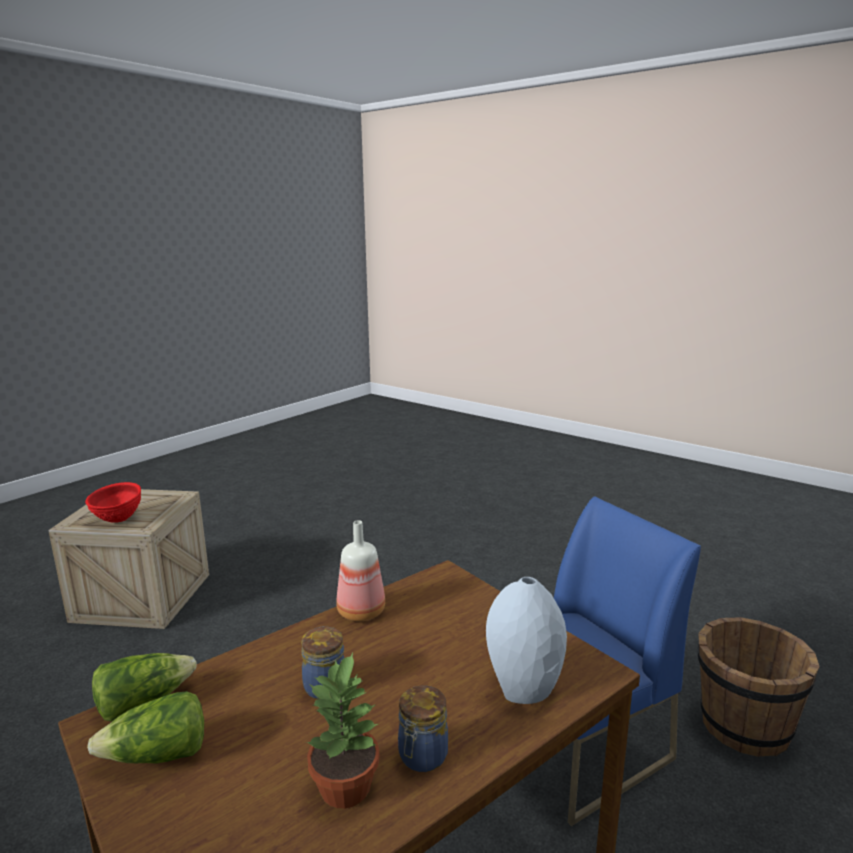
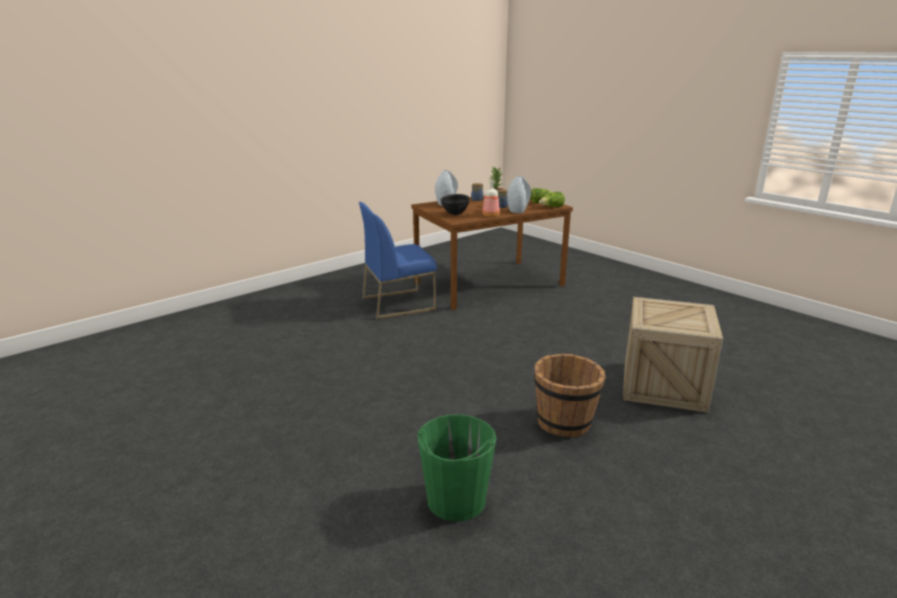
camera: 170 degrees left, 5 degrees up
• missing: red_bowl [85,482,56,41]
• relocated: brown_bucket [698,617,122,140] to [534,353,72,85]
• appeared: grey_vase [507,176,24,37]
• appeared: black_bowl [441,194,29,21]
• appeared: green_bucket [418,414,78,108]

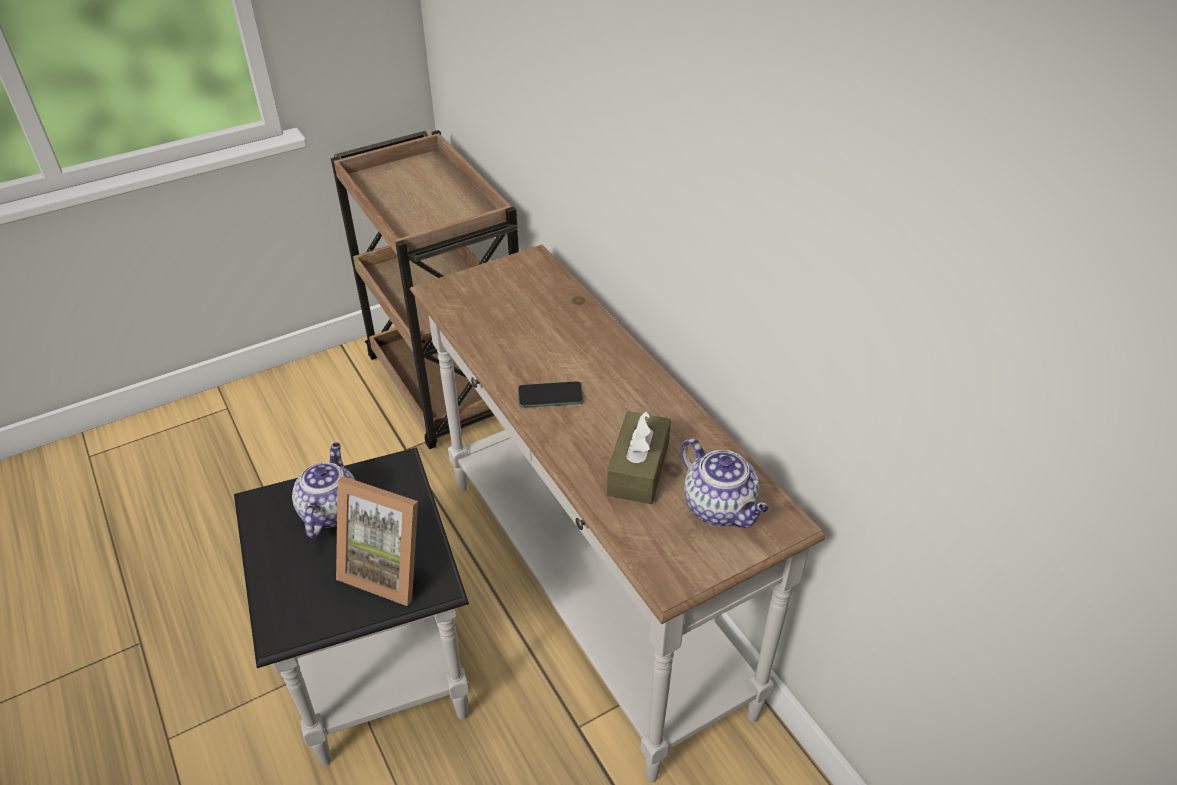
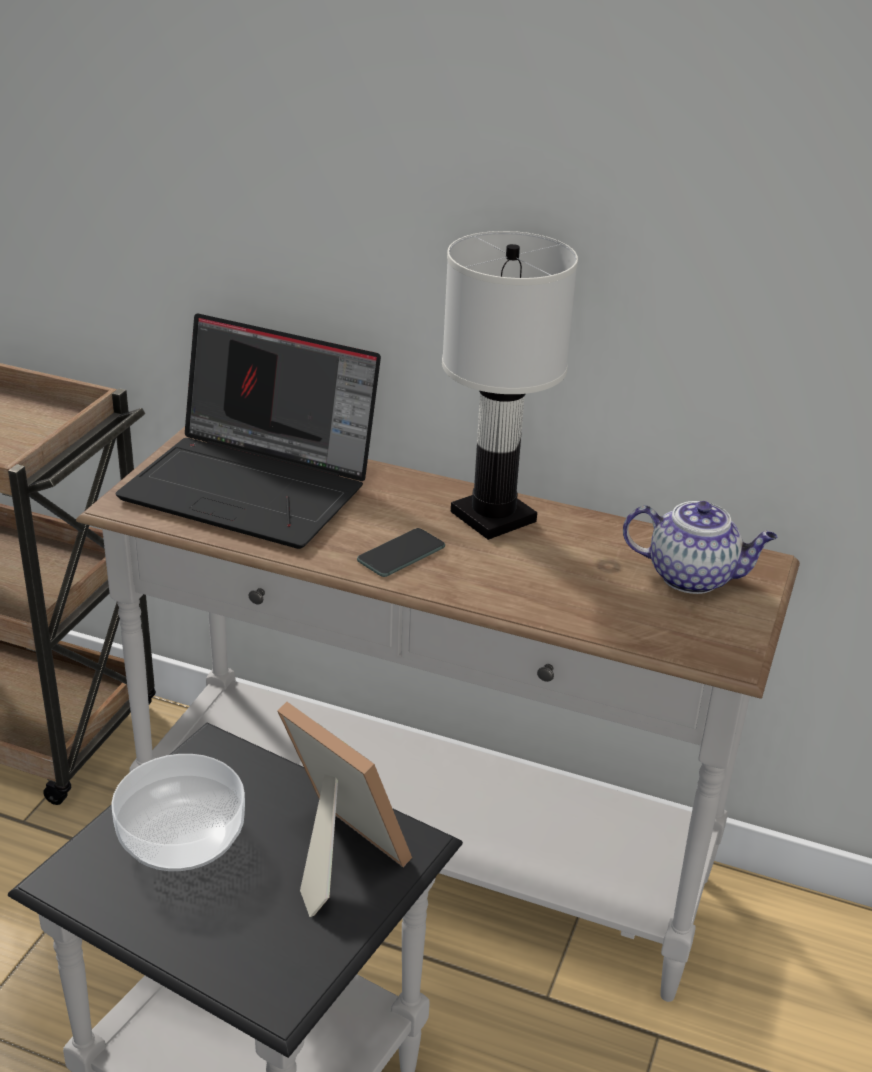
camera: 40 degrees left, 10 degrees down
• missing: brown_tissue_box [607,411,64,93]
• exchanged: teapot [292,442,63,96] to bowl [111,754,134,117]
• spun: picture_frame [336,476,82,130] = [277,702,135,215] 120 degrees counterclockwise
• appeared: white_table_lamp [442,231,136,309]
• appeared: laptop [116,313,265,236]

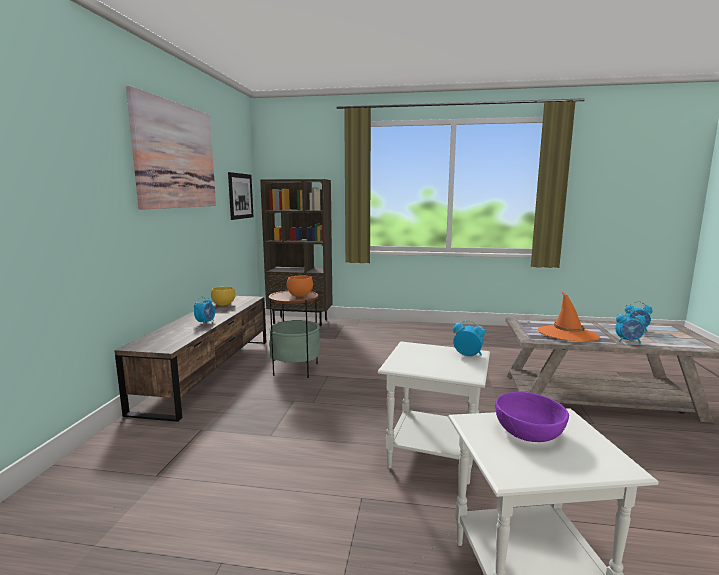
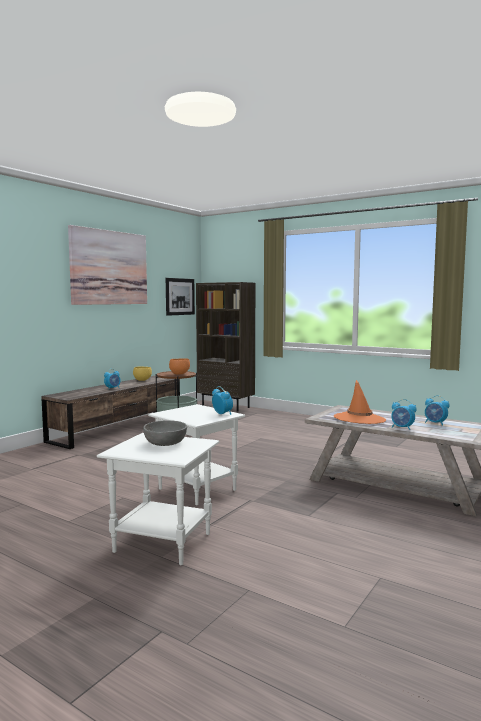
camera: 25 degrees right, 5 degrees down
• colour: purple_bowl [495,392,74,50] to grey_bowl [143,420,44,26]

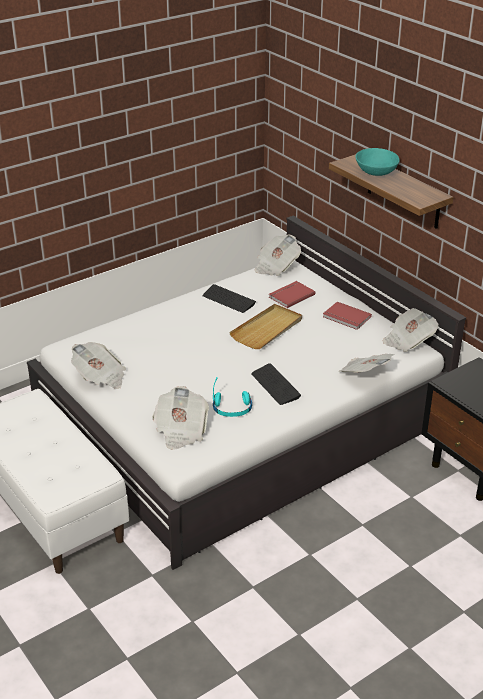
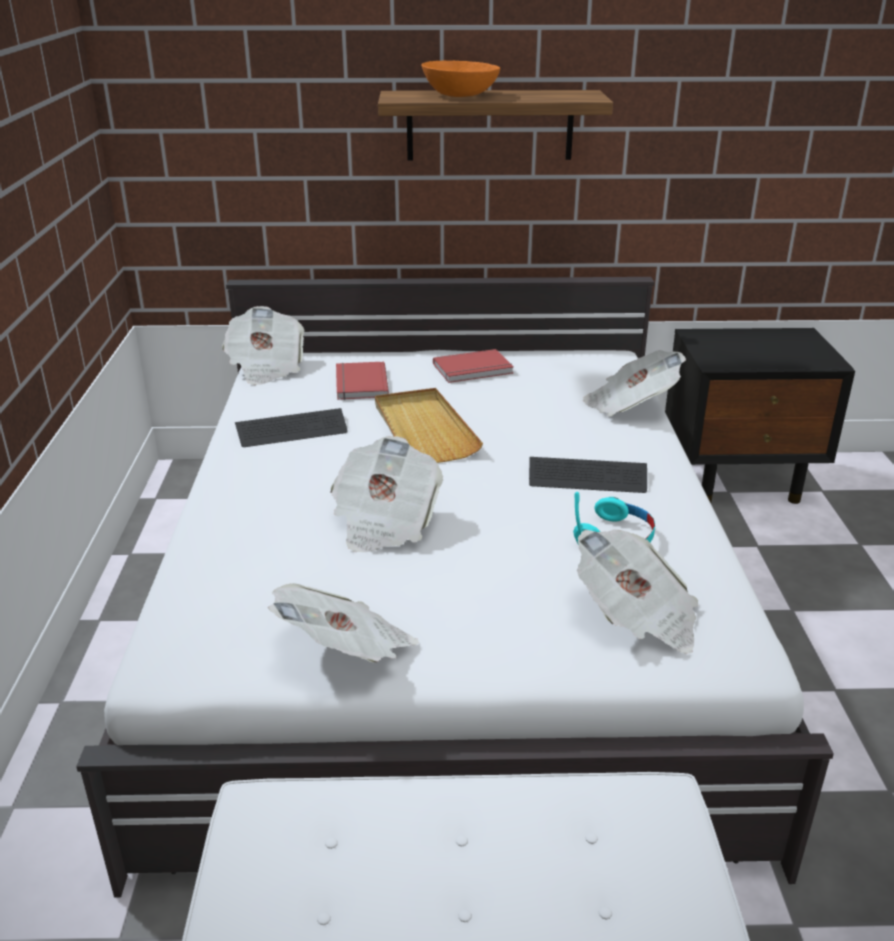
camera: 55 degrees left, 5 degrees down
• colour: turquoise_bowl [355,148,45,28] to orange_bowl [421,61,79,36]
• relocated: newspaper [382,308,56,44] to [331,436,112,116]

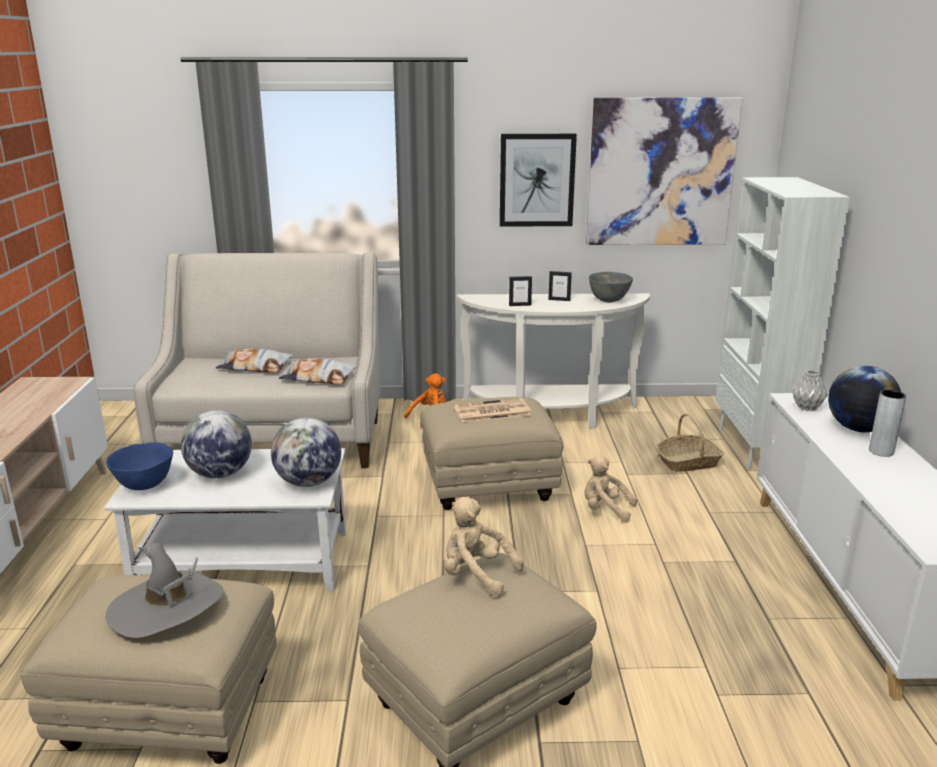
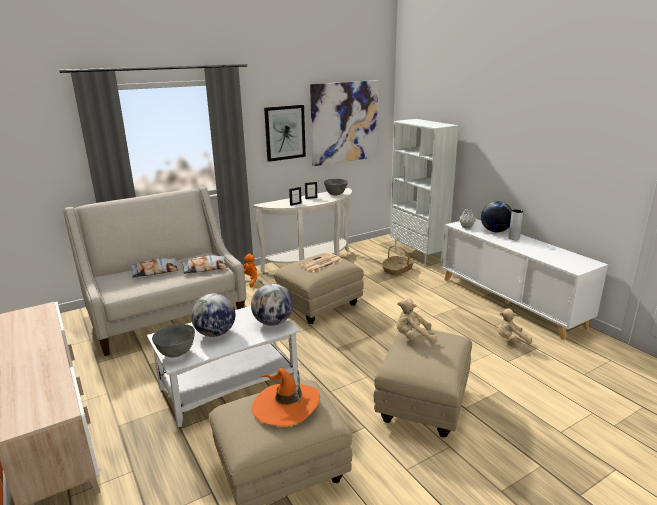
camera: 30 degrees left, 0 degrees up
• colour: blue_bowl [106,443,67,47] to grey_bowl [152,324,43,33]
• relocated: beige_plush_toy [584,456,53,66] to [498,308,34,36]
• colour: grey_hat [106,543,118,95] to orange_hat [252,368,68,58]

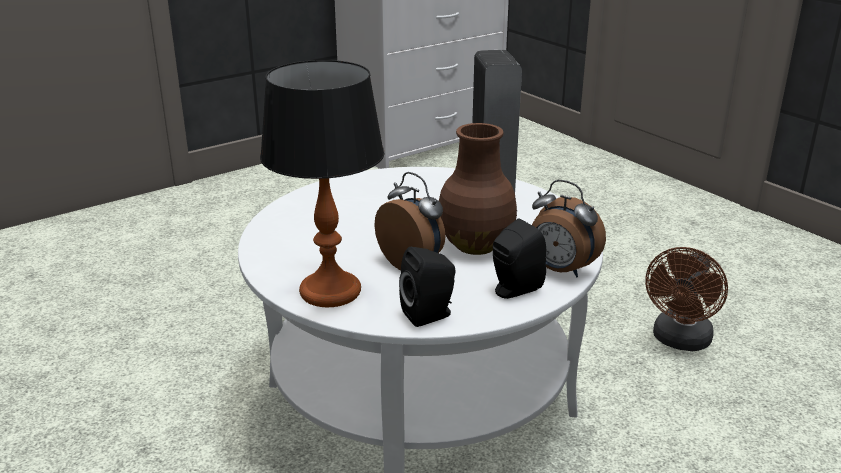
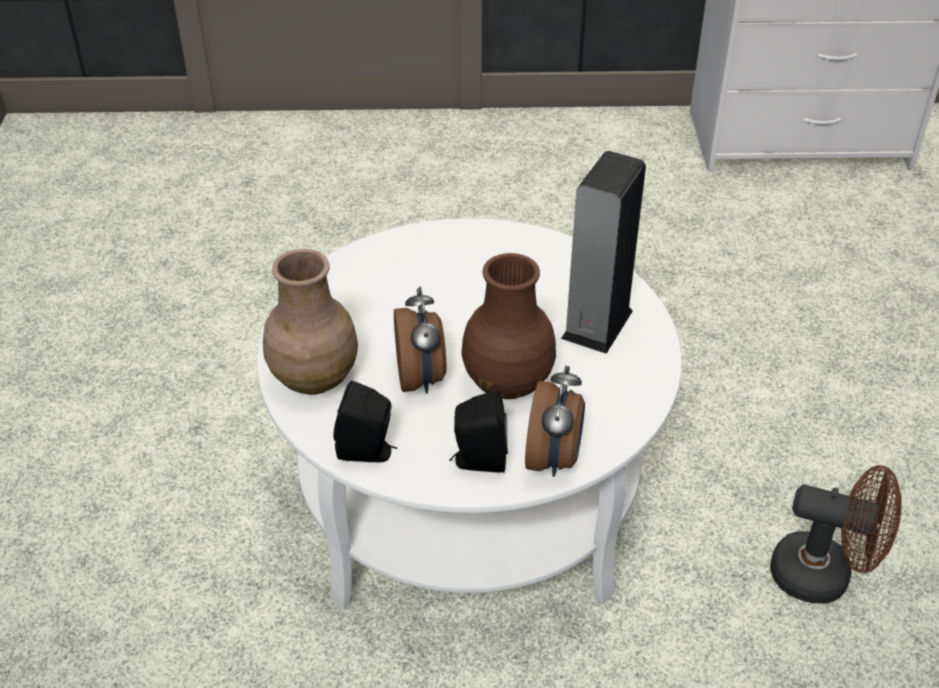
camera: 35 degrees right, 15 degrees up
• exchanged: table_lamp [260,60,125,247] to brown_vase [263,249,95,146]
• spun: alarm_clock [532,180,74,97] = [525,365,60,112] 150 degrees counterclockwise
• spun: brown_fan [645,247,83,104] = [770,465,132,138] 135 degrees counterclockwise

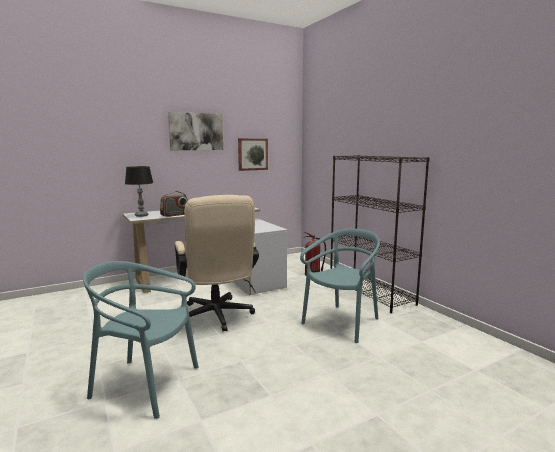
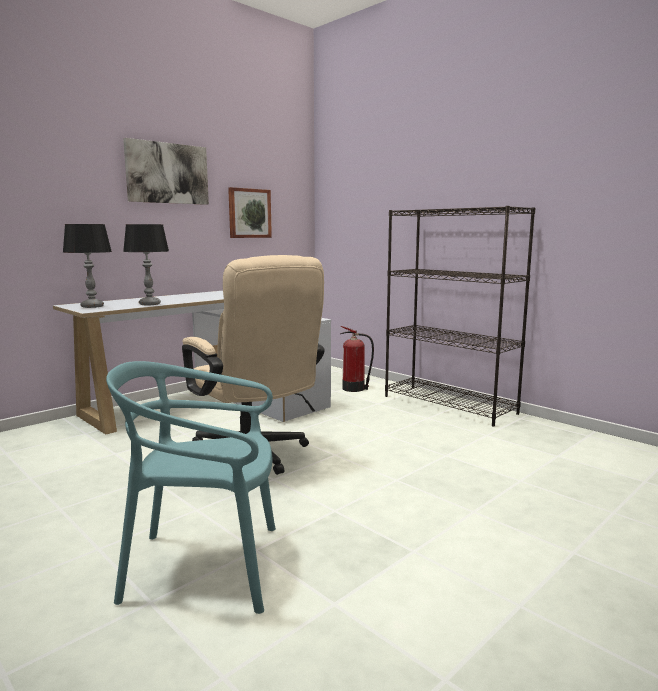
camera: 15 degrees left, 0 degrees up
• exchanged: radio [160,191,28,26] to table_lamp [123,224,46,81]
• missing: turquoise_chair [300,228,80,115]

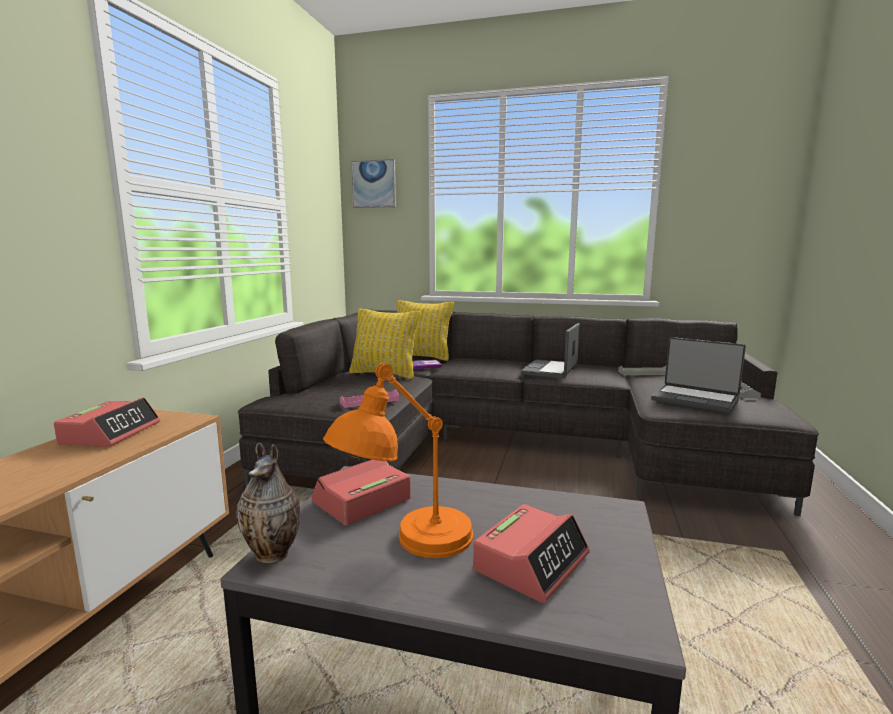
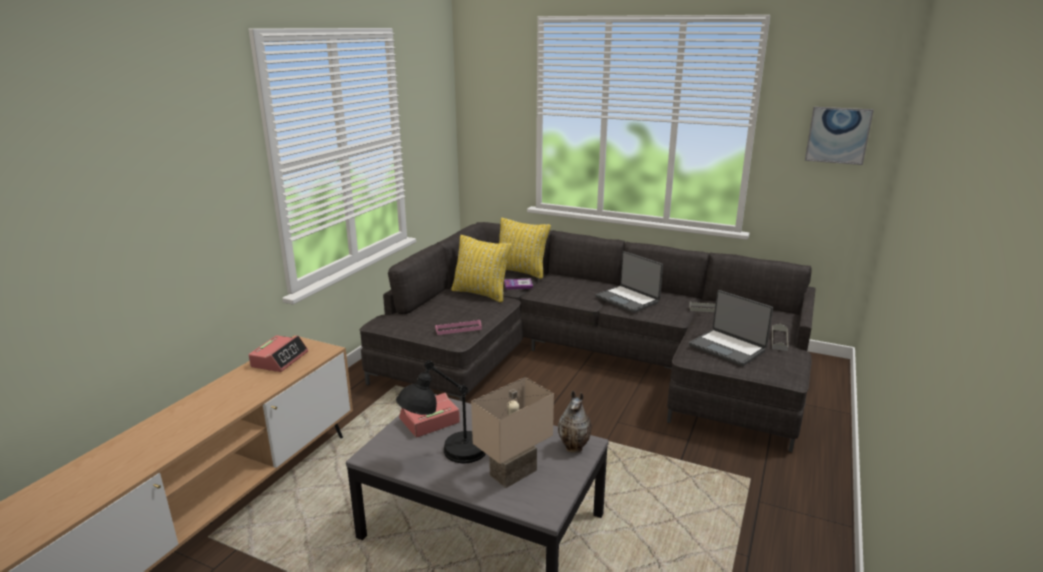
camera: 10 degrees right, 10 degrees up
• relocated: picture [352,159,44,49] to [805,107,69,58]
• spun: laptop [521,323,59,56] = [596,251,67,62] 75 degrees counterclockwise
• colour: orange_table_lamp [323,363,150,195] to black_table_lamp [396,360,90,103]
• relocated: vase [236,442,64,121] to [558,391,34,62]
• exchanged: alarm_clock [473,504,117,99] to beige_table_lamp [471,377,83,111]

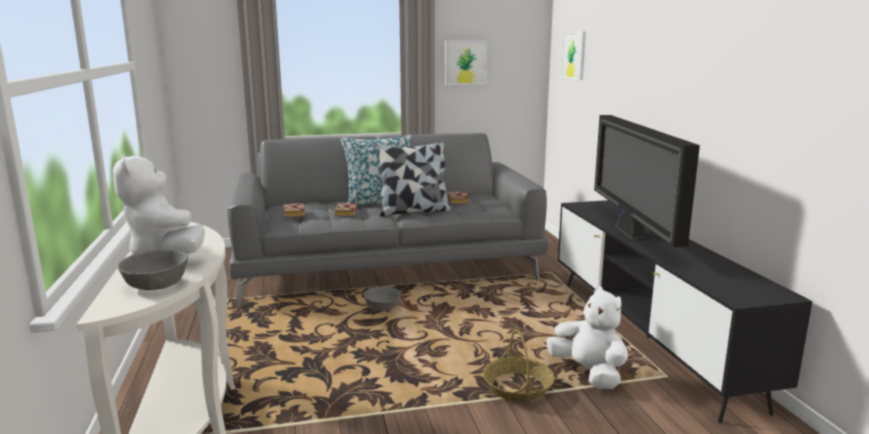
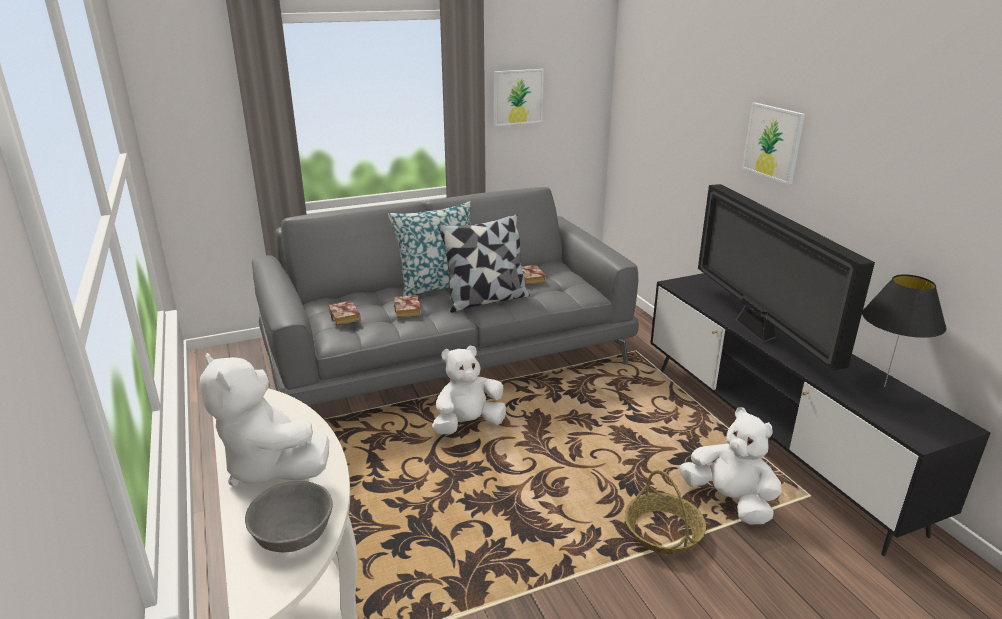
camera: 10 degrees left, 10 degrees up
• relocated: picture [561,32,25,48] to [742,103,63,82]
• exchanged: grey_bowl [364,287,37,24] to white_plush_toy [432,345,75,89]
• appeared: black_table_lamp [862,274,85,113]

